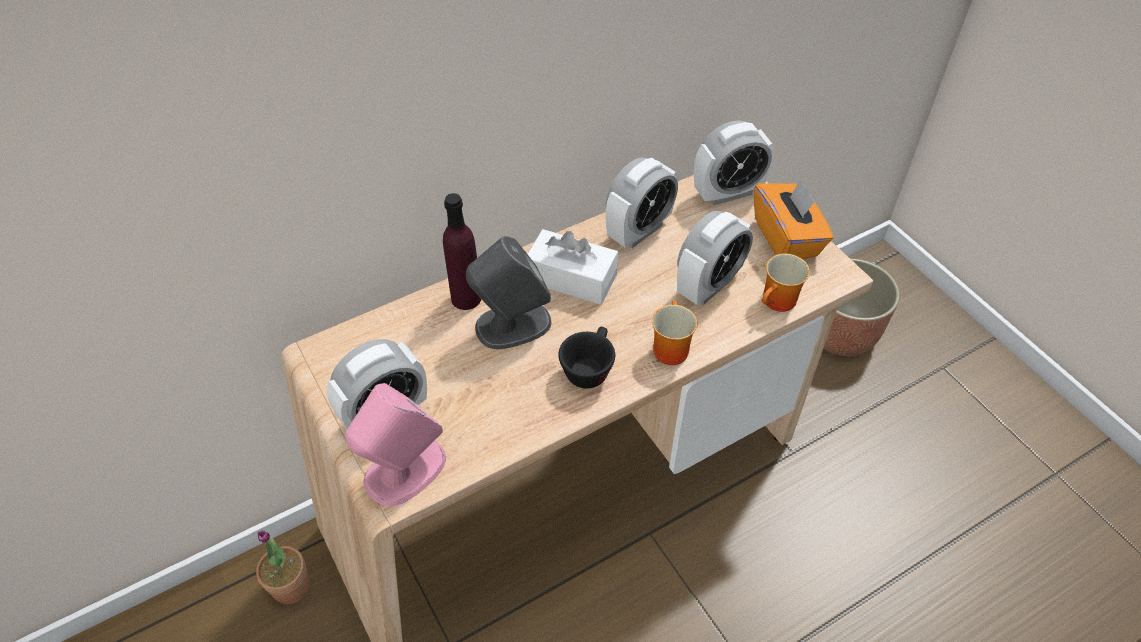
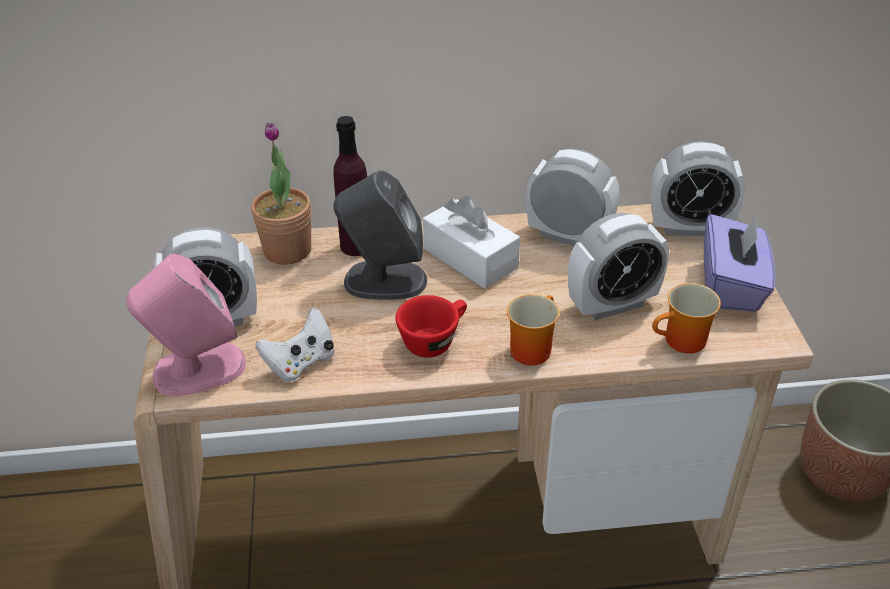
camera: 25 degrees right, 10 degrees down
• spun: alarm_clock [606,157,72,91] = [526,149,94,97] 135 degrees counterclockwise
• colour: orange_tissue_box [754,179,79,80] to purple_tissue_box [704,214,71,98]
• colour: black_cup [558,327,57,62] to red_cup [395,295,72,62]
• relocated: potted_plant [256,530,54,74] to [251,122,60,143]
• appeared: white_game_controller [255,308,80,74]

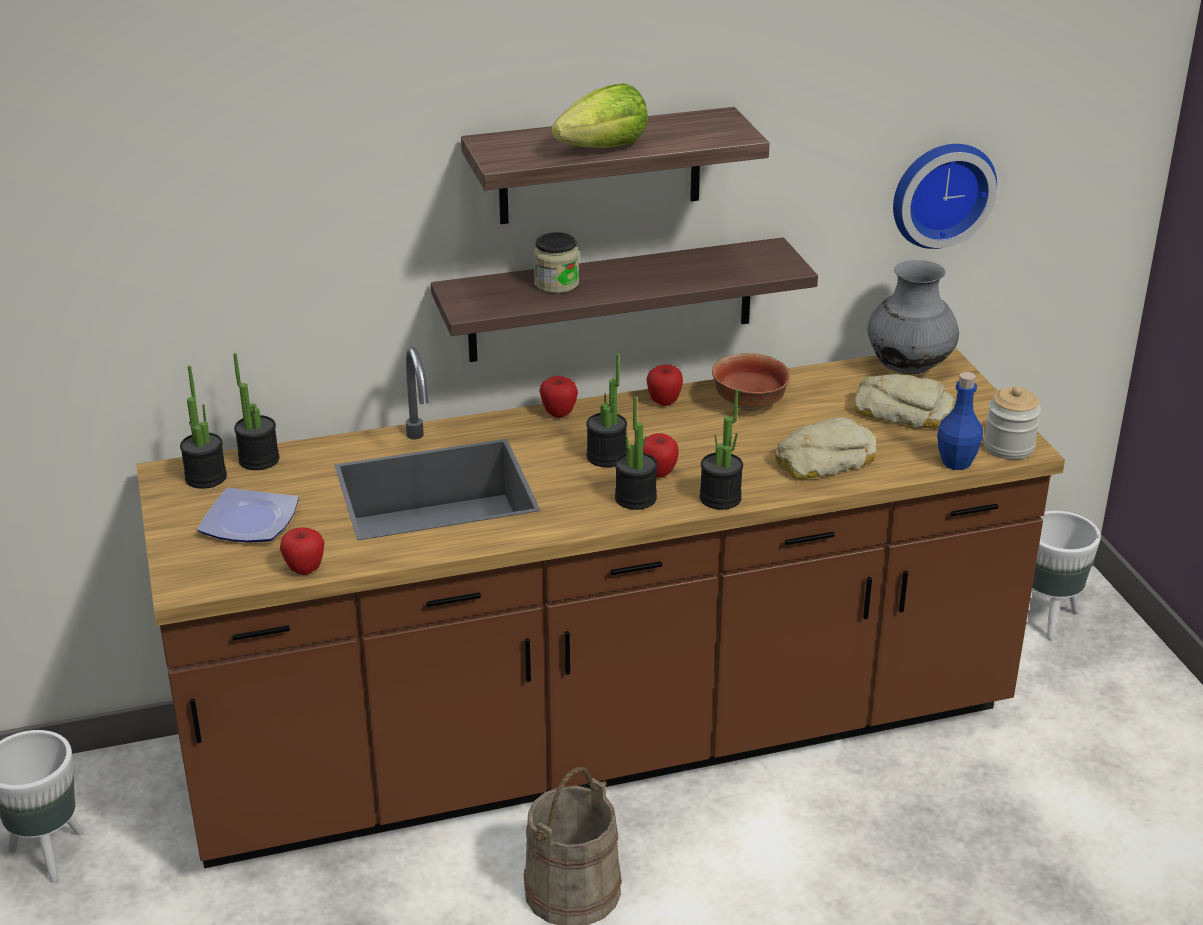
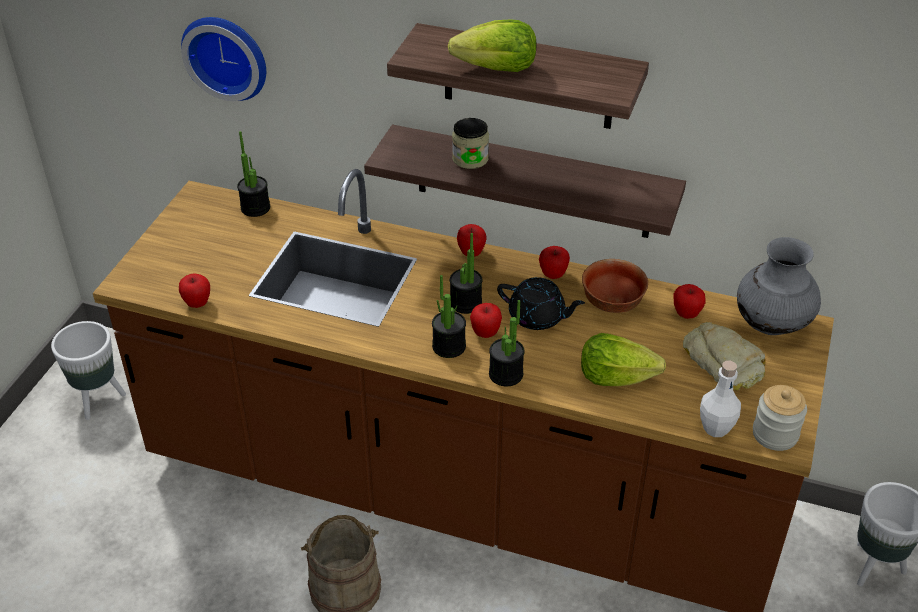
camera: 35 degrees right, 10 degrees up
• relocated: wall_clock [893,144,104,105] to [181,17,85,84]
• missing: potted_plant [180,366,47,123]
• colour: blue_bottle [937,372,46,98] to white_bottle [700,361,41,76]
• exchanged: bread [775,417,101,62] to lettuce [581,333,85,53]
• missing: plate [197,488,102,55]
• appeared: black_teapot [497,277,88,53]
• appeared: apple [674,284,32,35]

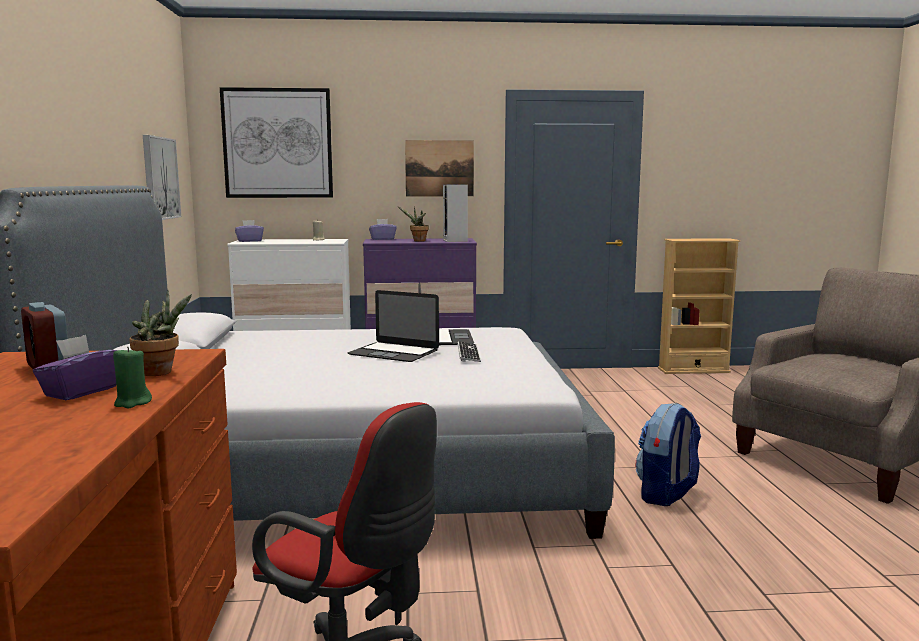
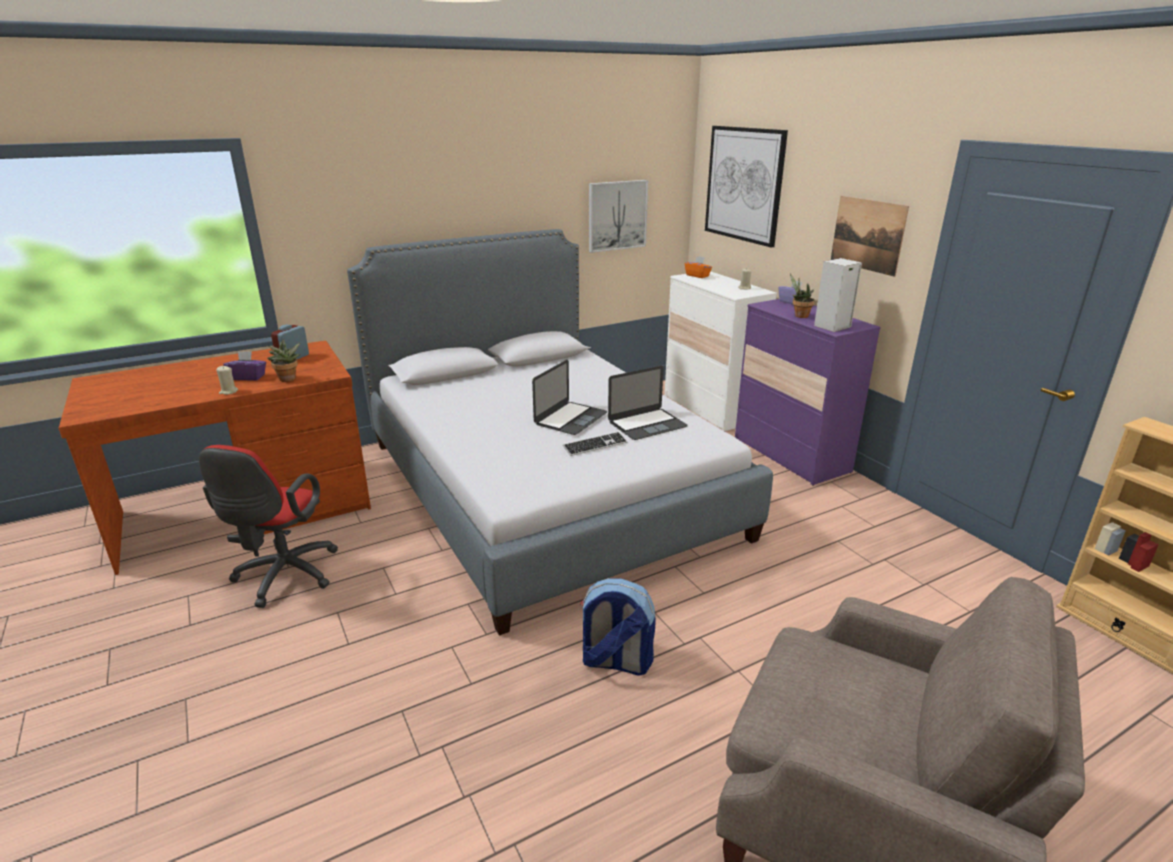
camera: 65 degrees right, 15 degrees up
• colour: purple_tissue_box [235,220,29,22] to orange_tissue_box [685,256,27,22]
• spun: laptop [348,290,91,72] = [532,360,75,75] 150 degrees counterclockwise
• colour: green_candle [113,347,39,61] to beige_candle [216,366,22,29]

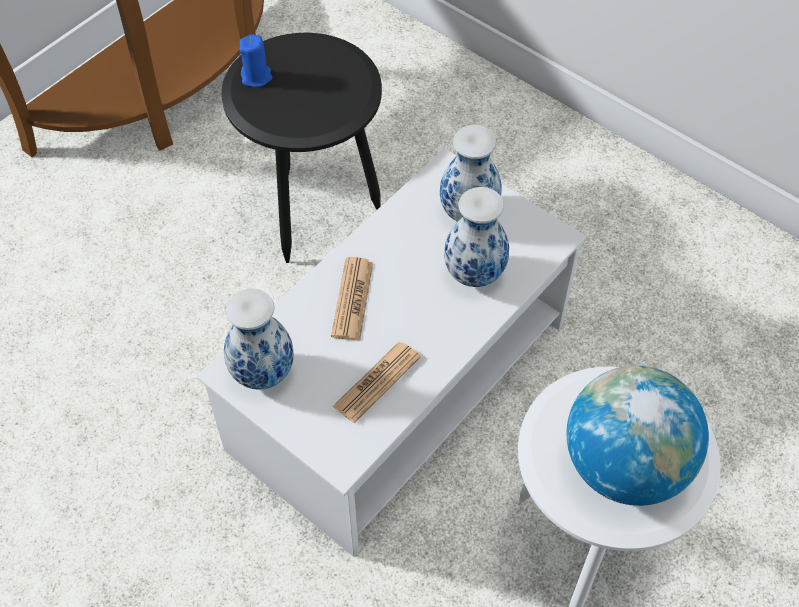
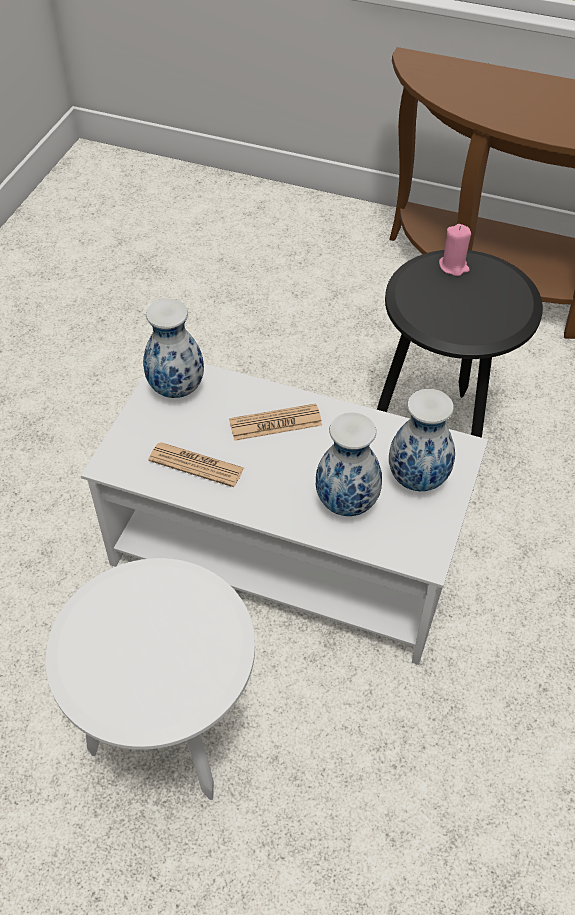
camera: 70 degrees right, 5 degrees down
• colour: blue_candle [239,34,33,53] to pink_candle [439,224,32,52]
• missing: globe [566,365,143,141]

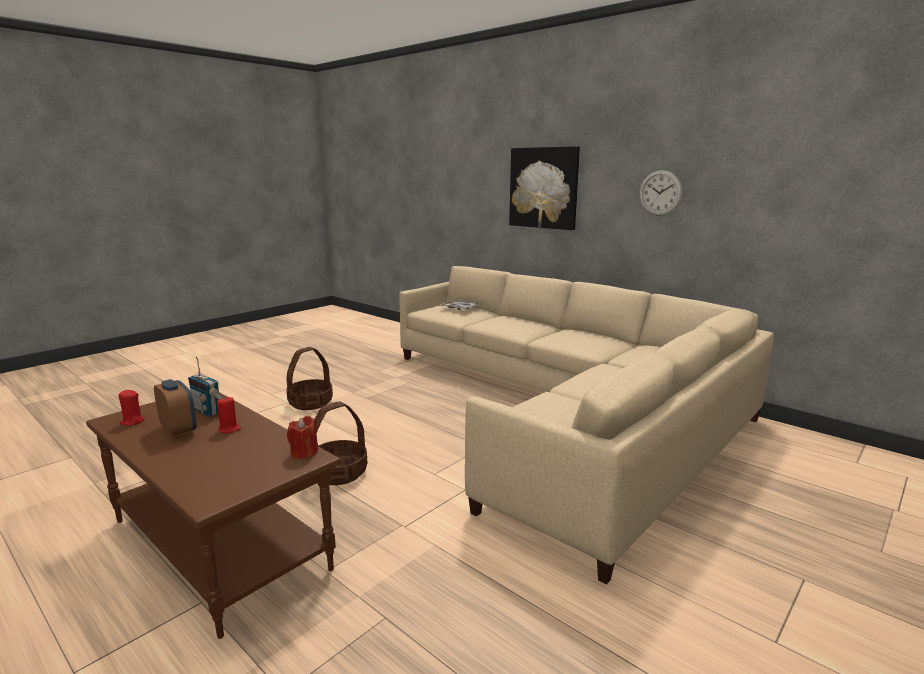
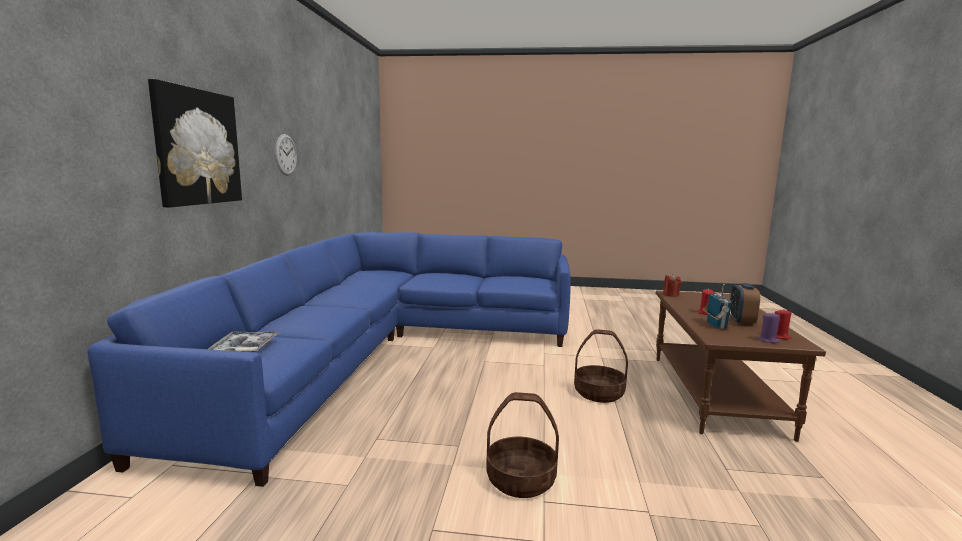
camera: 125 degrees left, 5 degrees down
• colour: beige_sofa [399,266,375,318] to blue_sofa [88,232,483,255]
• appeared: purple_candle [758,312,22,32]

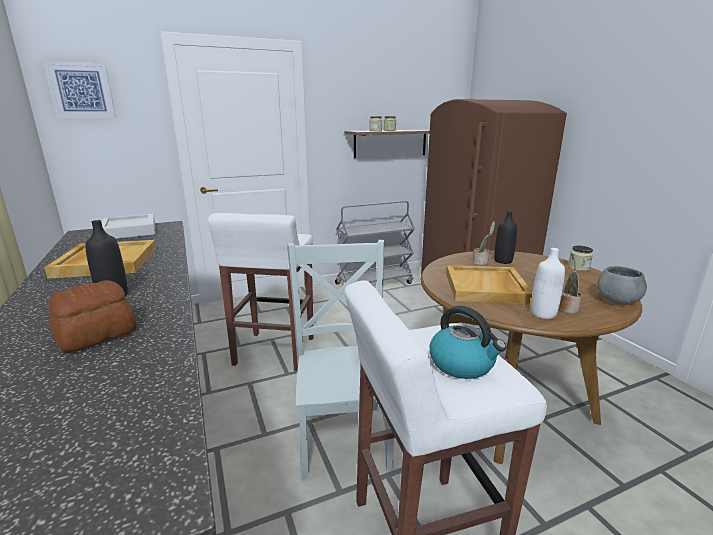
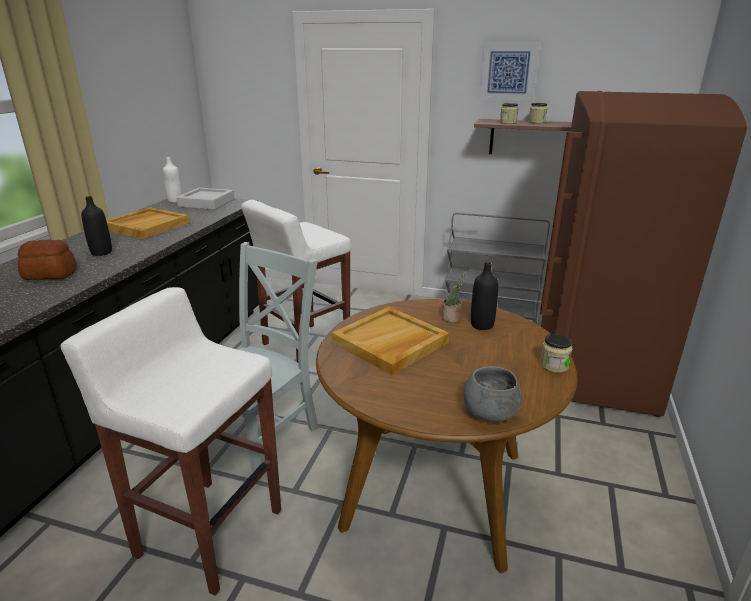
camera: 40 degrees right, 5 degrees up
• relocated: picture [43,61,73,57] to [479,43,60,58]
• relocated: white_bottle [531,248,34,71] to [163,157,20,45]
• missing: potted_plant [558,253,24,61]
• missing: kettle [430,306,76,73]

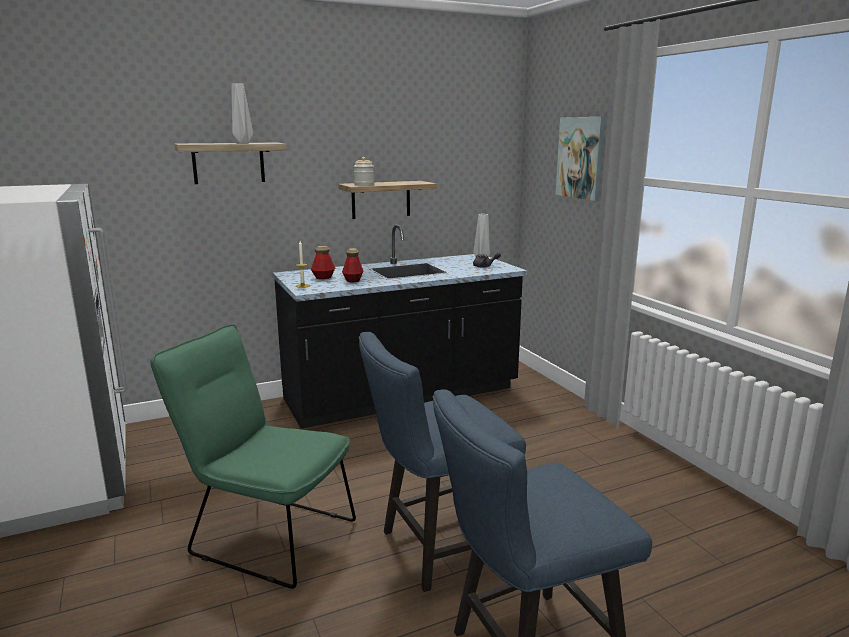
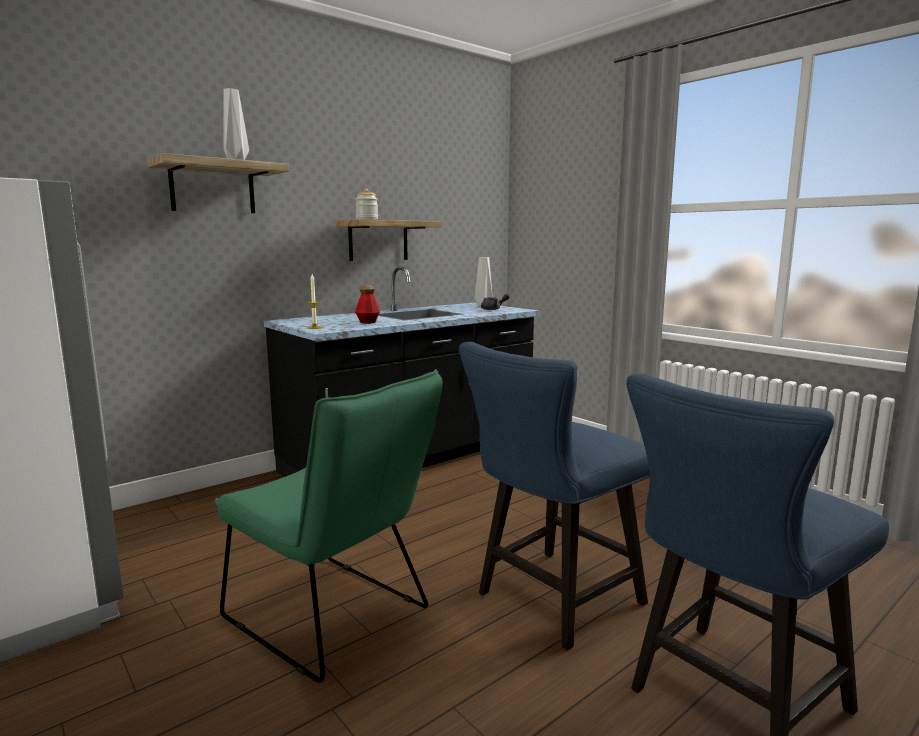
camera: 15 degrees left, 5 degrees down
• missing: picture [555,117,50,84]
• missing: bottle [311,246,24,33]
• spun: green_chair [150,324,206,265] = [215,369,227,314] 150 degrees counterclockwise

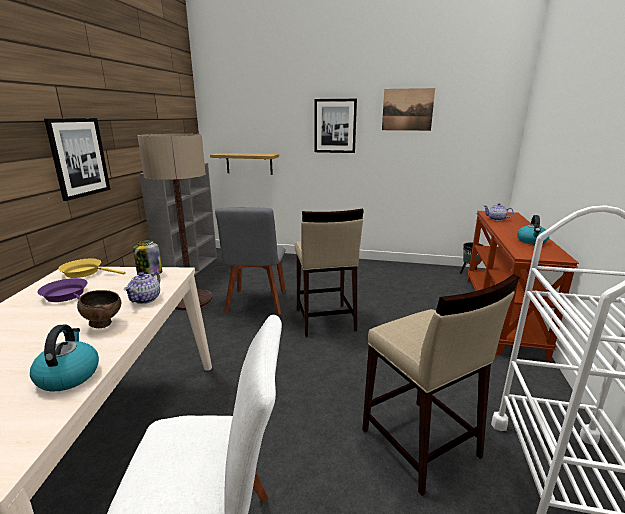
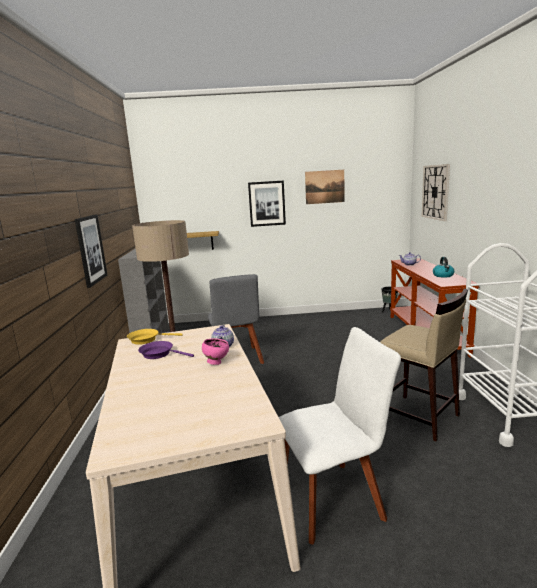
camera: 15 degrees left, 5 degrees down
• missing: beige_stool [294,209,70,128]
• missing: jar [133,240,29,35]
• colour: brown_bowl [77,290,44,38] to pink_bowl [202,338,27,27]
• missing: kettle [30,324,69,67]
• appeared: wall_clock [422,164,28,57]

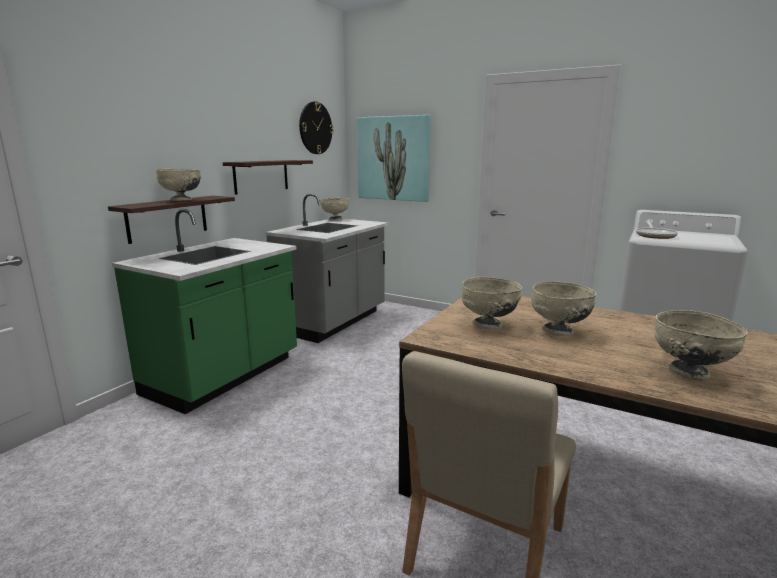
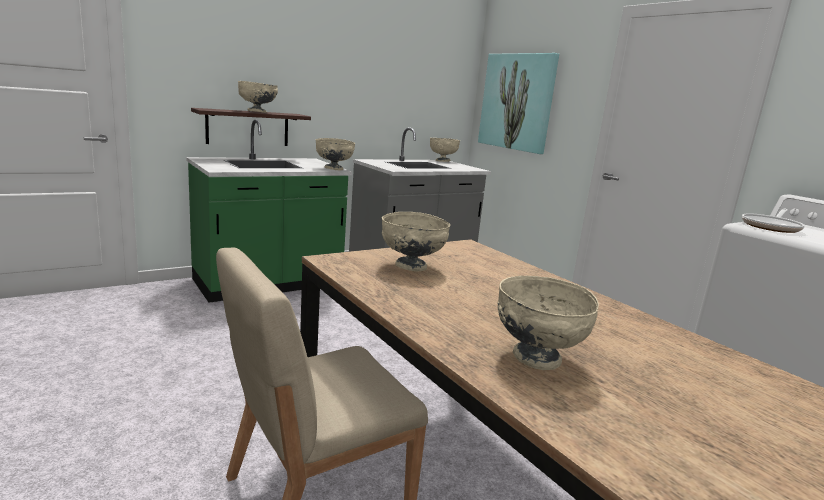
camera: 25 degrees right, 0 degrees up
• missing: wall_clock [299,102,34,52]
• missing: shelf [223,160,90,35]
• relocated: beige_bowl [531,281,65,55] to [316,138,39,32]

